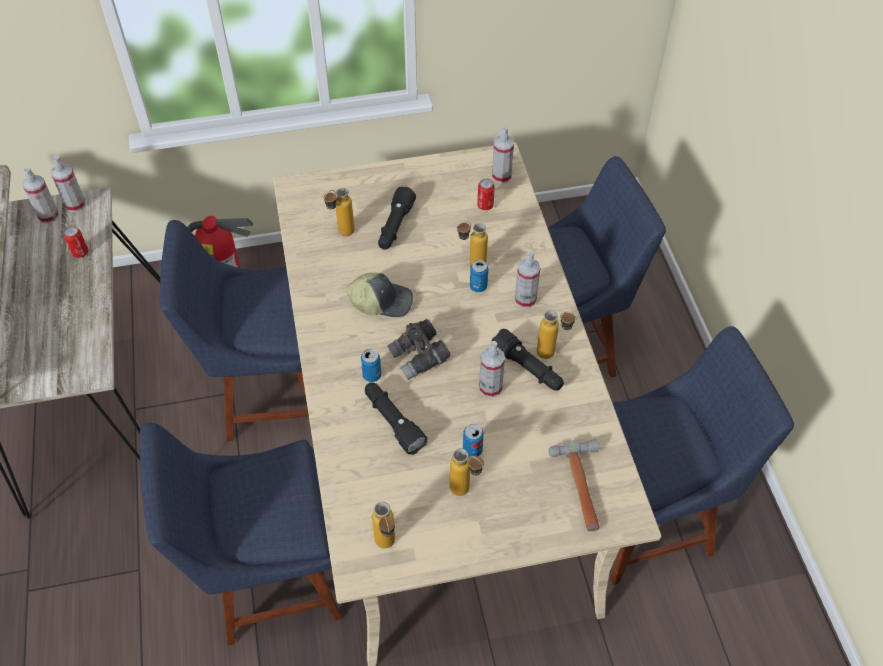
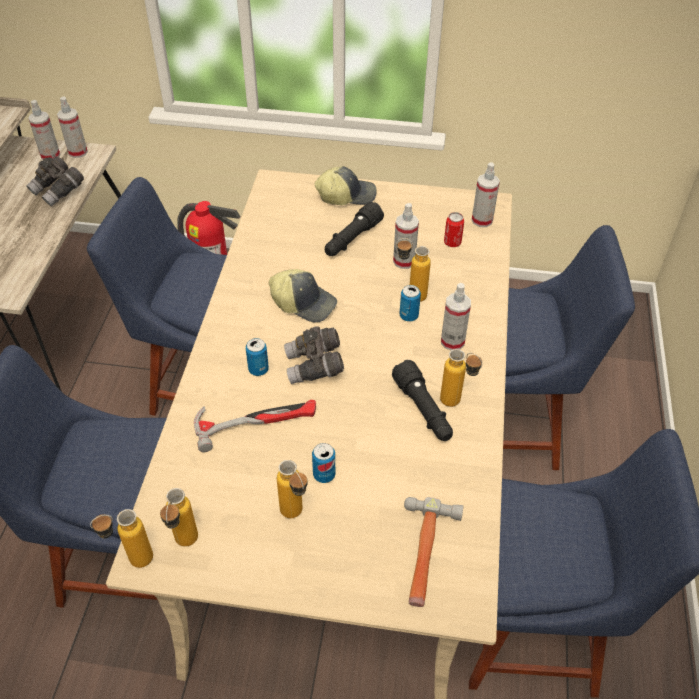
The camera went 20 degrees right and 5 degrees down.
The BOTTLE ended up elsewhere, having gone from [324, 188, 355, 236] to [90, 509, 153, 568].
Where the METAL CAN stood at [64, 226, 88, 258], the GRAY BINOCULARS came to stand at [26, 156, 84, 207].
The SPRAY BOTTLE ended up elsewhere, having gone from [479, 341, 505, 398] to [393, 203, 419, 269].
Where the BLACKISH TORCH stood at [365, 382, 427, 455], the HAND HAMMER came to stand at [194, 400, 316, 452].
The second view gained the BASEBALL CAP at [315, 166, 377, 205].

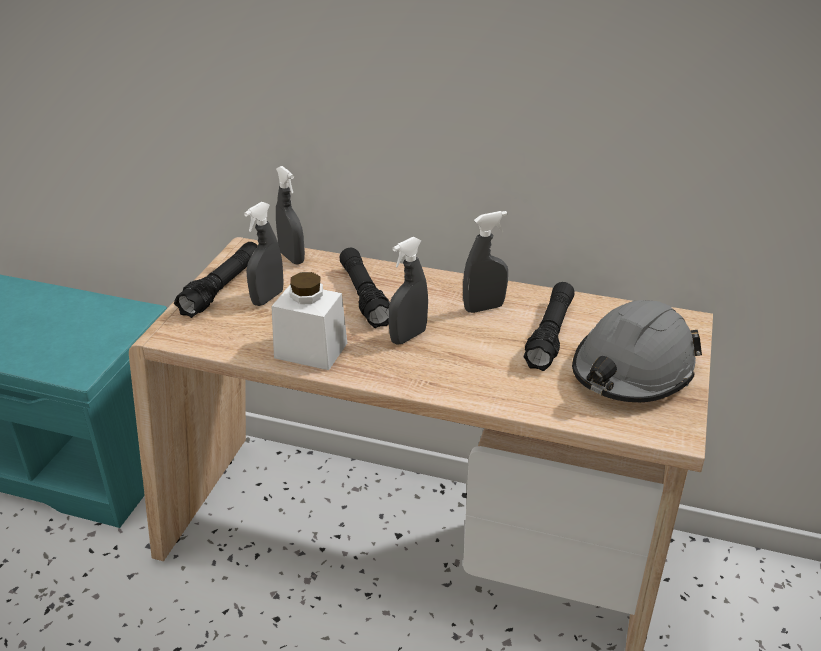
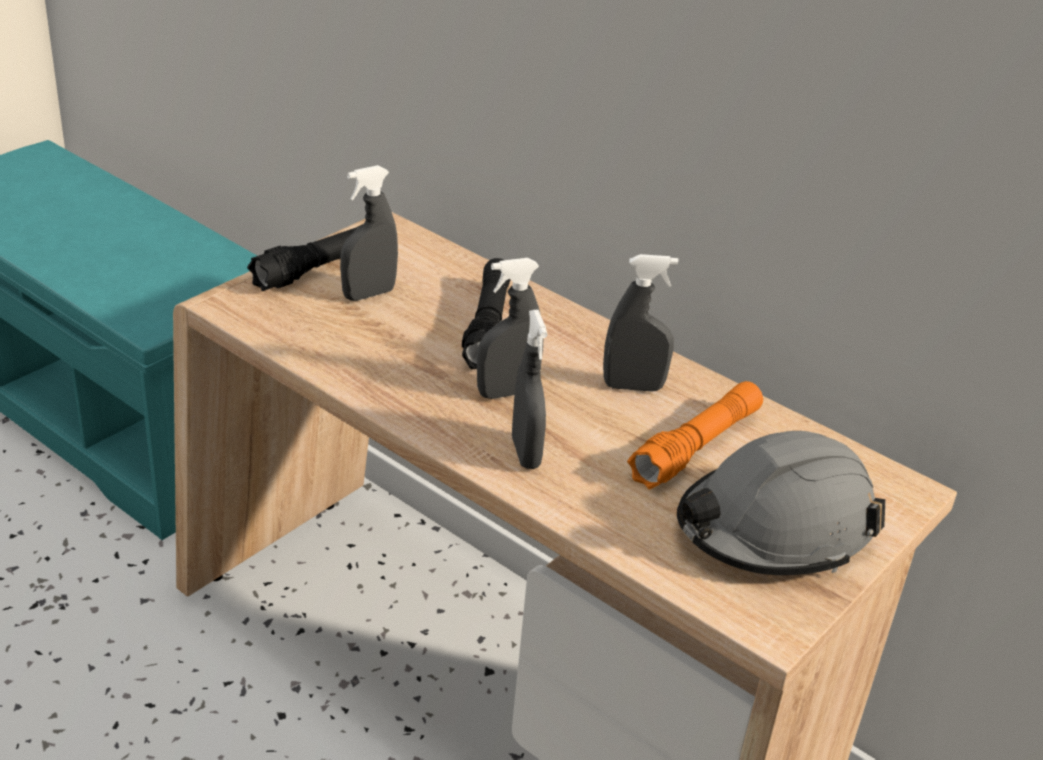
The camera went 20 degrees right and 0 degrees up.
The GRAY SPRAY BOTTLE ended up elsewhere, having gone from [276, 166, 305, 265] to [512, 310, 547, 469].
The second view lost the WHITISH PRESERVE JAR at [271, 272, 347, 370].
What was the BLACKISH TORCH at [524, 282, 575, 371] turned into the ORANGE-COLOURED TORCH at [627, 381, 763, 489].

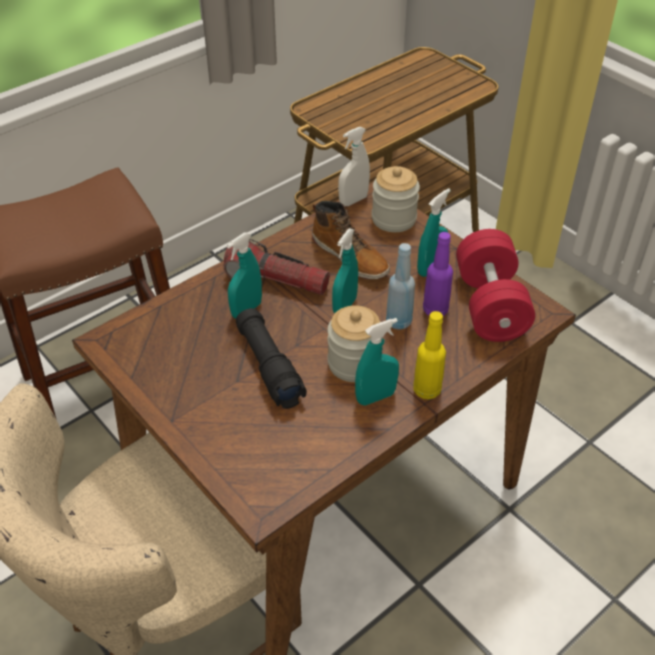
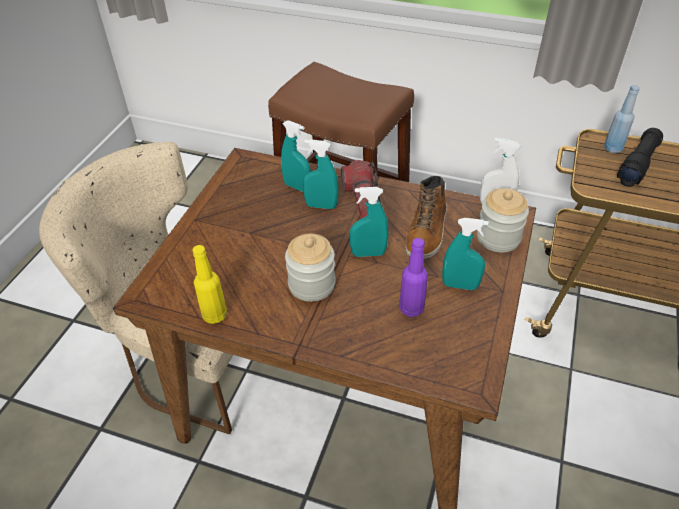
The camera went 60 degrees right and 0 degrees up.
The second view lost the RED-COLOURED FREE WEIGHT at [456, 229, 535, 342].
The BLUE-COLOURED BOTTLE ended up elsewhere, having gone from [386, 243, 415, 330] to [604, 85, 640, 153].
The BLACKISH TORCH ended up elsewhere, having gone from [236, 308, 307, 409] to [617, 128, 663, 187].
The YELLOW BOTTLE ended up elsewhere, having gone from [413, 311, 446, 400] to [193, 245, 227, 324].
The BLUE-GREEN SPRAY BOTTLE ended up elsewhere, having gone from [355, 318, 399, 405] to [281, 120, 311, 192].

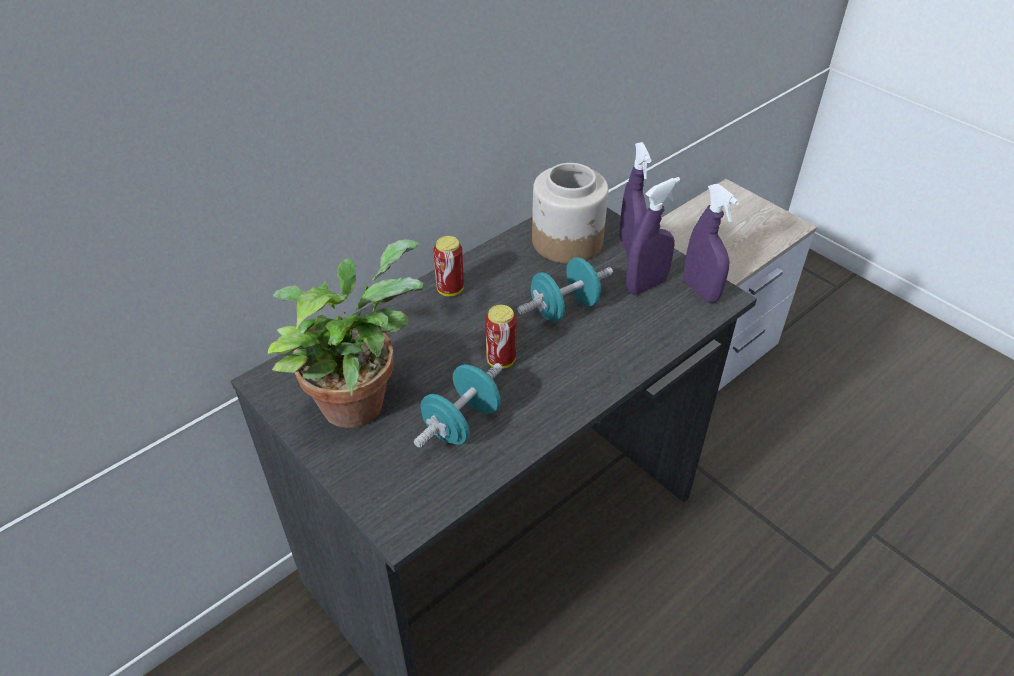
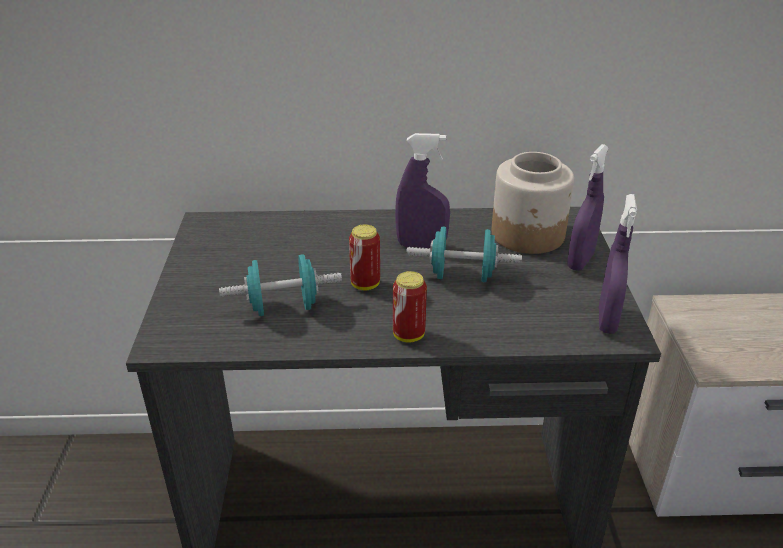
The camera went 40 degrees right and 10 degrees down.
The PURPLISH SPRAY BOTTLE ended up elsewhere, having gone from [626, 177, 680, 294] to [395, 133, 450, 248].
The METAL CAN ended up elsewhere, having gone from [433, 236, 464, 296] to [393, 271, 427, 343].
The second view lost the HOUSEPLANT at [268, 239, 423, 428].

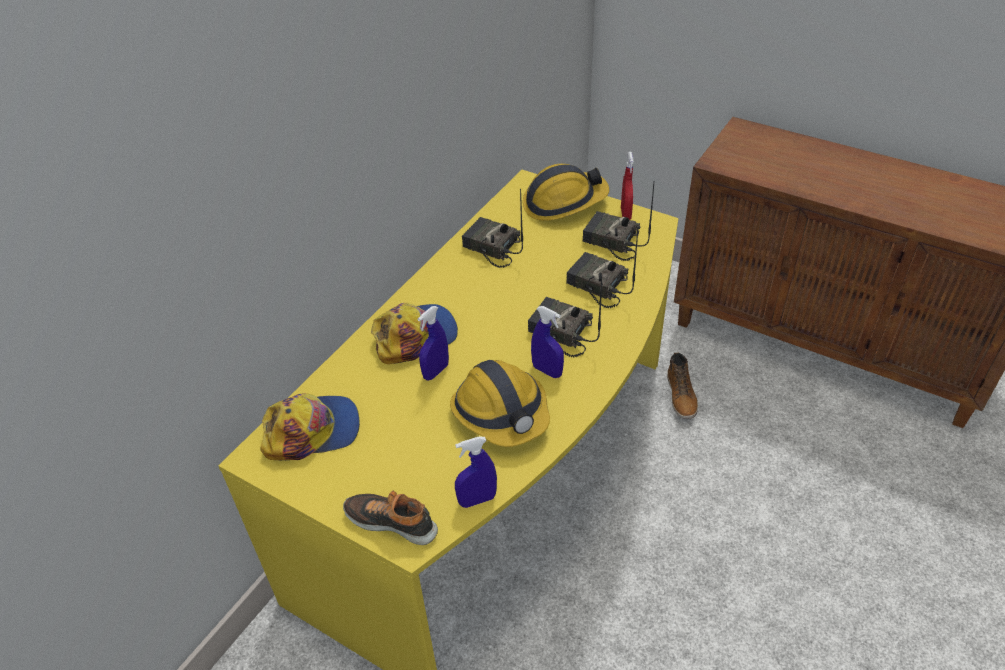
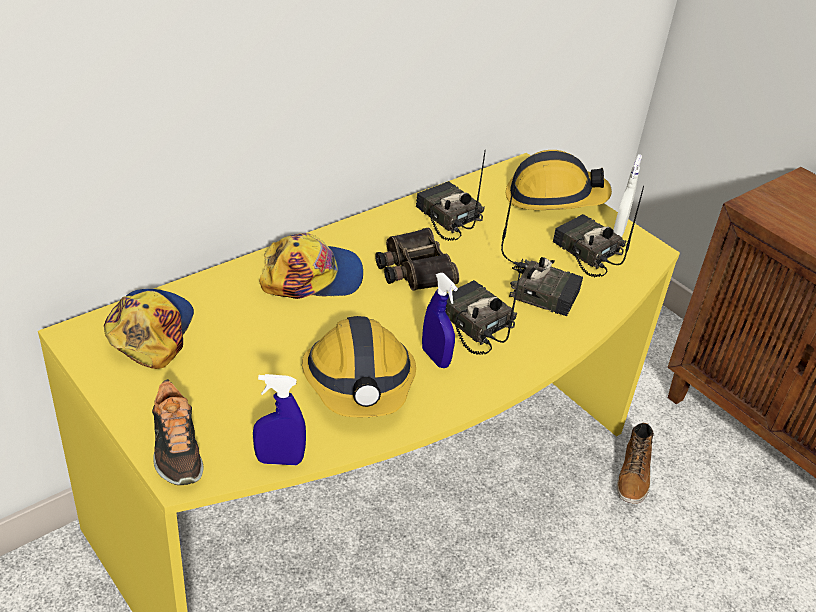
The camera went 15 degrees right and 5 degrees down.
What was the RED-COLOURED SPRAY BOTTLE at [621, 152, 634, 220] turned into the WHITISH SPRAY BOTTLE at [613, 154, 642, 237].
The RADIO at [566, 228, 638, 308] ended up facing another way, 150 degrees clockwise from before.
The second view lost the BLUE-COLOURED SPRAY BOTTLE at [418, 306, 449, 381].
The BASEBALL CAP at [260, 393, 360, 460] ended up facing another way, 90 degrees counterclockwise from before.
The LOW SHOE at [343, 491, 438, 545] ended up facing another way, 150 degrees counterclockwise from before.
The second view gained the BINOCULARS at [375, 227, 459, 291].

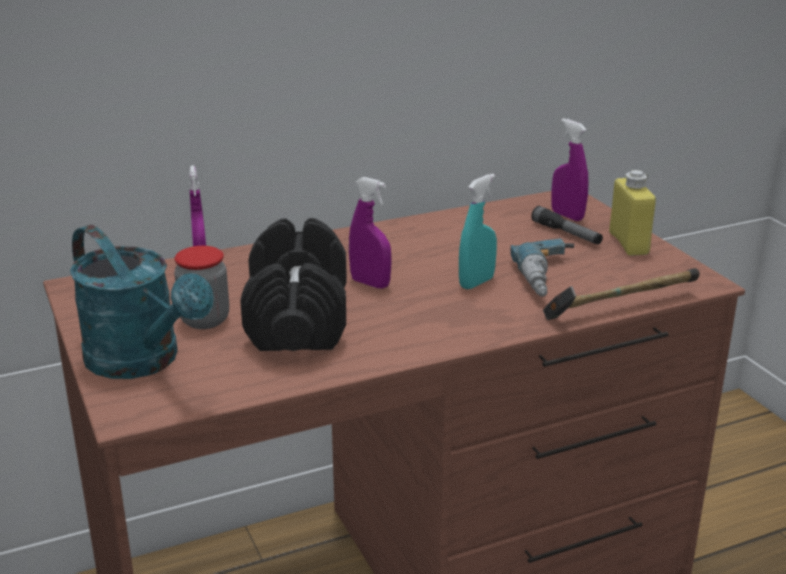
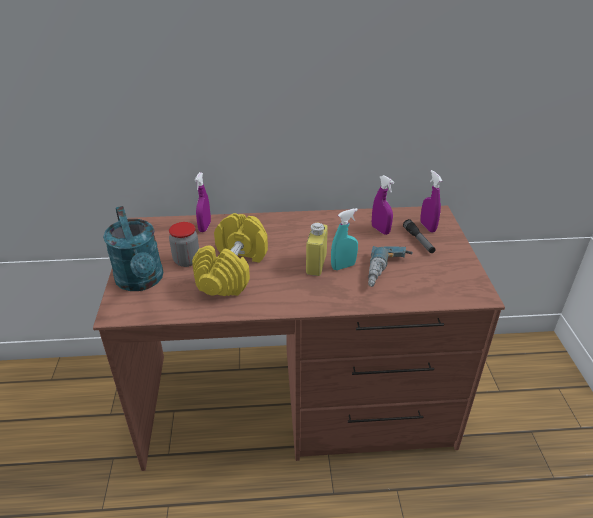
The camera went 20 degrees right and 10 degrees up.
The YELLOW BOTTLE ended up elsewhere, having gone from [609, 170, 656, 256] to [306, 223, 328, 276].
The PURPLISH SPRAY BOTTLE ended up elsewhere, having gone from [349, 177, 392, 289] to [372, 175, 394, 235].
What was the BLACKISH FREE WEIGHT at [240, 218, 347, 351] turned into the YELLOW FREE WEIGHT at [192, 213, 268, 296].
The second view lost the HAND HAMMER at [543, 268, 700, 320].

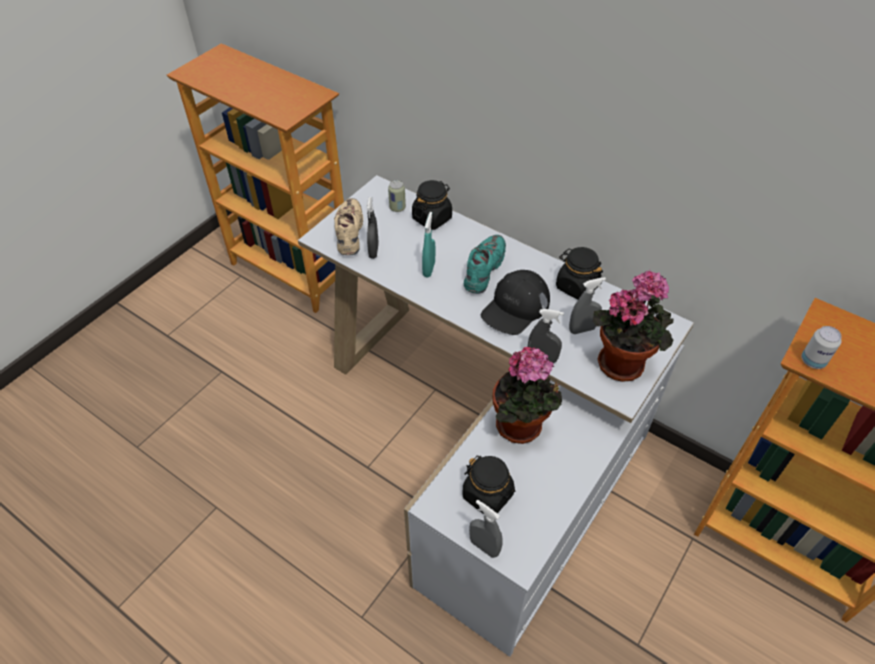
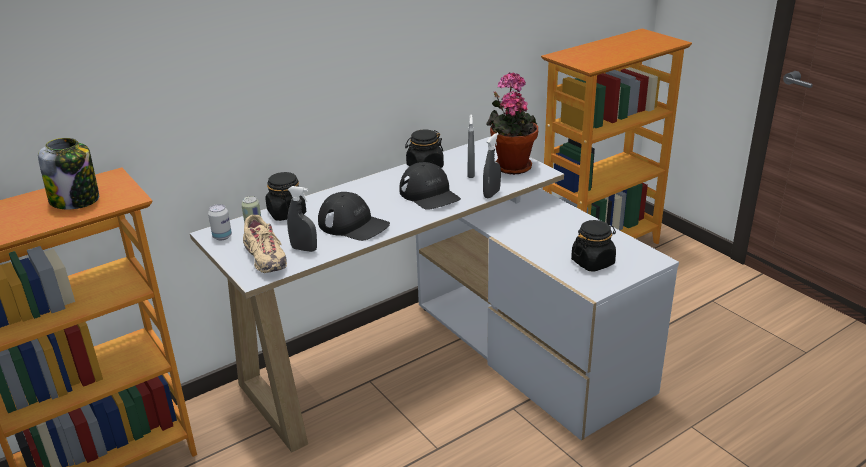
The camera went 70 degrees left and 20 degrees down.
The BEIGE-COLOURED LOW SHOE at [334, 198, 363, 255] ended up facing another way, 135 degrees counterclockwise from before.
Where the BLUE-GREEN SPRAY BOTTLE stood at [422, 212, 435, 277], the BLACKISH BASEBALL CAP came to stand at [318, 192, 390, 241].
The second view lost the BLUE-GREEN LOW SHOE at [464, 235, 506, 294].
The METAL CAN ended up elsewhere, having gone from [801, 326, 842, 369] to [208, 204, 232, 240].
The second view lost the HOUSEPLANT at [492, 347, 562, 444].
The second view lost the GRAY SPRAY BOTTLE at [469, 500, 503, 558].
The second view gained the PRESERVE JAR at [38, 138, 99, 209].

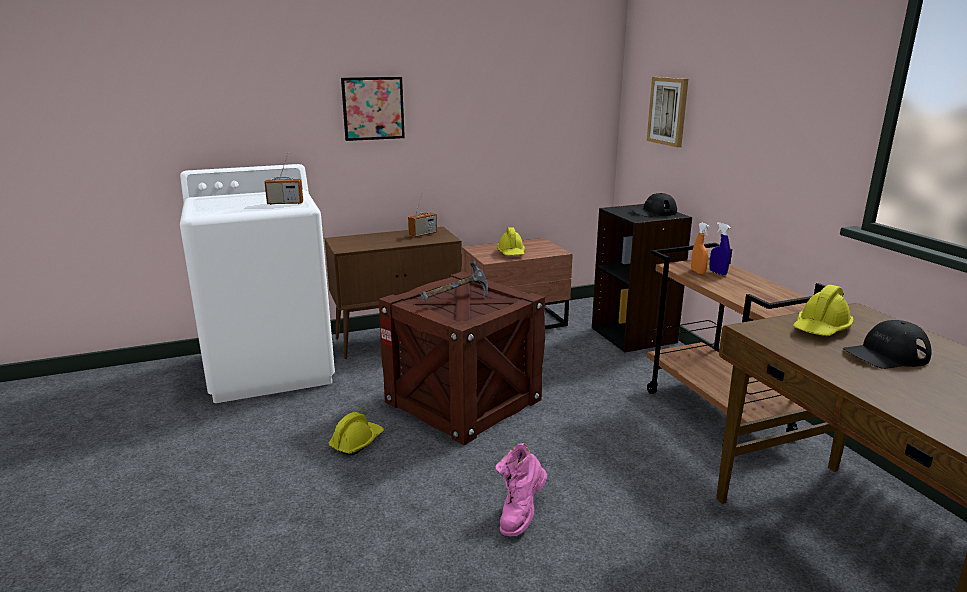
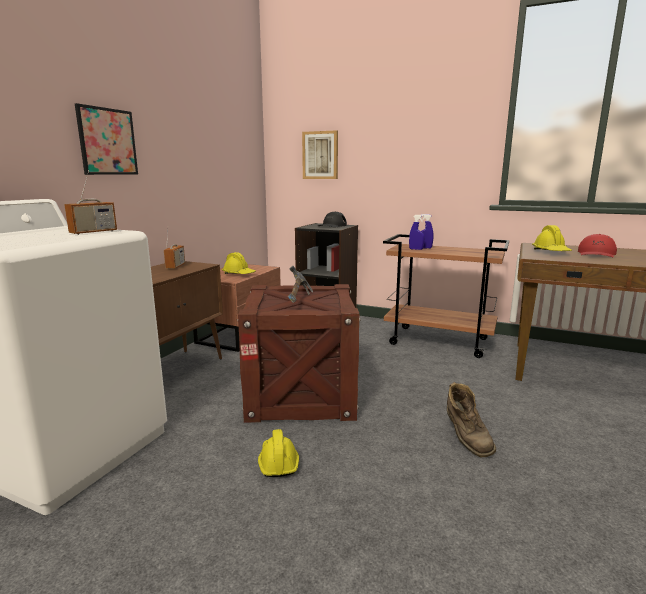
The camera went 45 degrees left and 5 degrees down.
What was the ORANGE-COLOURED SPRAY BOTTLE at [691, 222, 710, 274] turned into the BLUE-COLOURED SPRAY BOTTLE at [409, 215, 424, 250].
What was the BLACKISH BASEBALL CAP at [842, 320, 932, 369] turned into the RED-COLOURED BASEBALL CAP at [578, 234, 617, 258].
What was the PINK BOOT at [495, 443, 547, 536] turned into the BROWN-COLOURED BOOT at [447, 382, 496, 457].

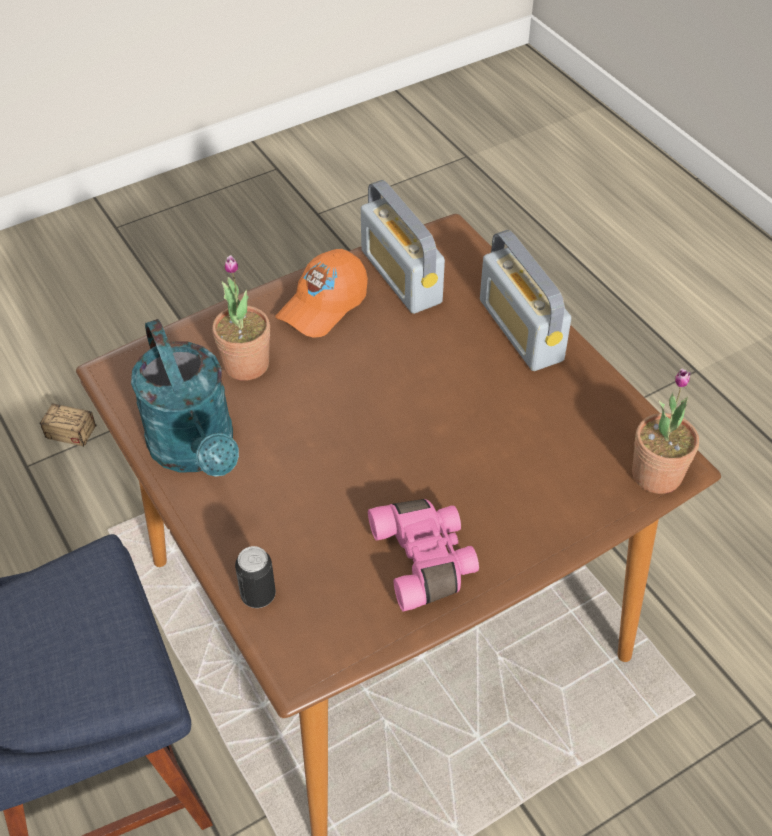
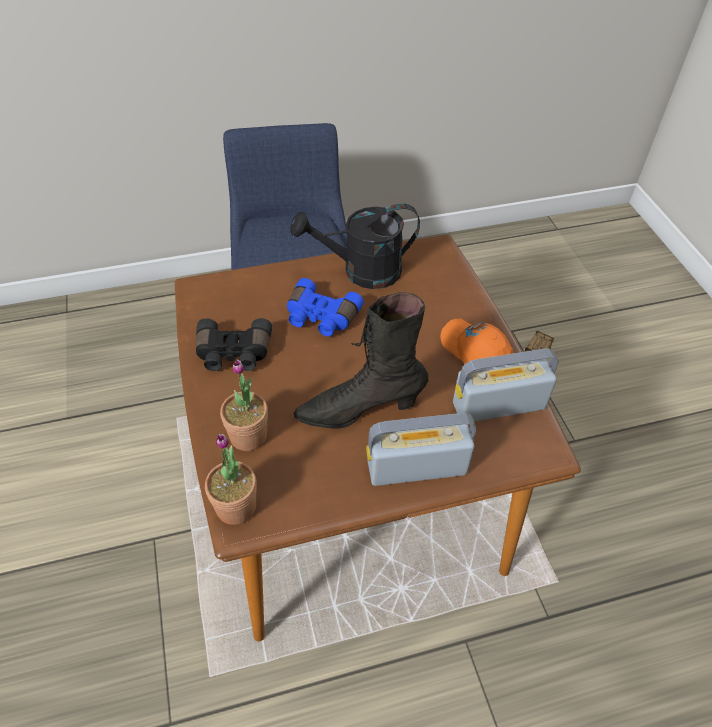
The camera went 105 degrees right and 0 degrees up.
The HOUSEPLANT ended up elsewhere, having gone from [212, 255, 270, 381] to [220, 359, 268, 451].
What was the BLUE-GREEN SPRINKLING CAN at [131, 319, 239, 477] turned into the BLACKISH SPRINKLING CAN at [290, 204, 420, 289].
What was the PINK BINOCULARS at [368, 499, 479, 611] turned into the BLACKISH BINOCULARS at [196, 318, 272, 371].
The second view lost the METAL CAN at [235, 546, 276, 608].
The second view gained the BLUE-COLOURED BINOCULARS at [287, 278, 364, 336].
The second view gained the BLACKISH BOOT at [293, 292, 428, 429].

